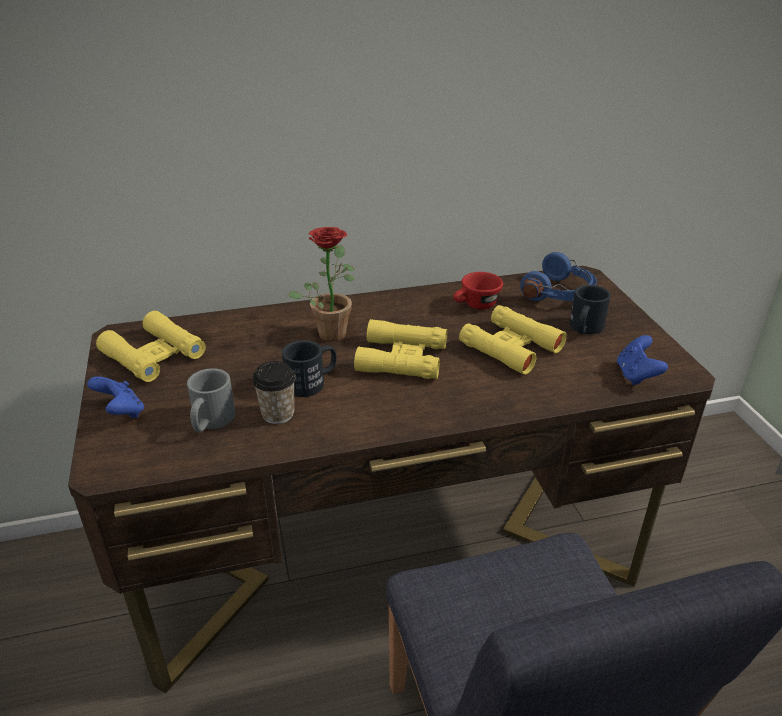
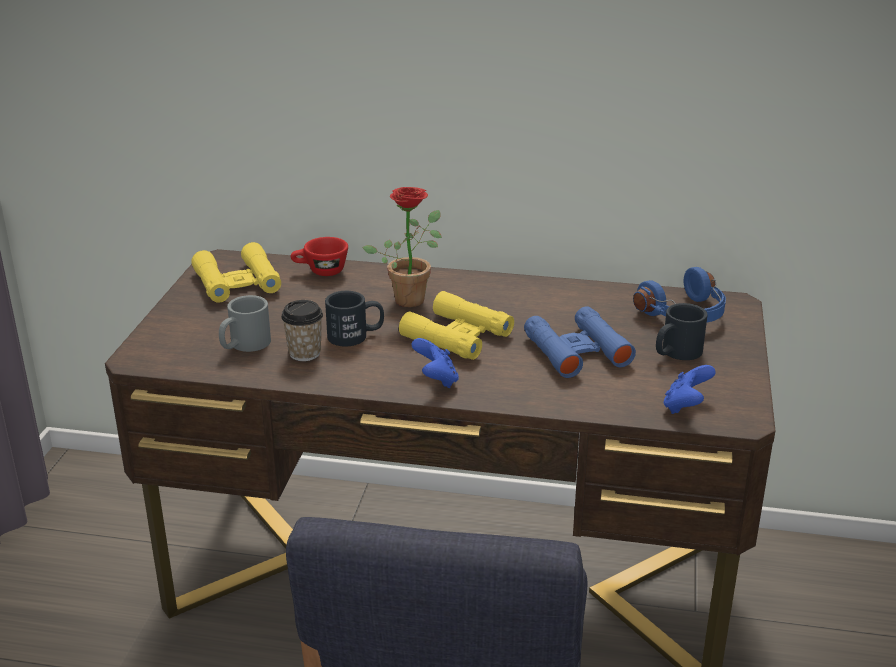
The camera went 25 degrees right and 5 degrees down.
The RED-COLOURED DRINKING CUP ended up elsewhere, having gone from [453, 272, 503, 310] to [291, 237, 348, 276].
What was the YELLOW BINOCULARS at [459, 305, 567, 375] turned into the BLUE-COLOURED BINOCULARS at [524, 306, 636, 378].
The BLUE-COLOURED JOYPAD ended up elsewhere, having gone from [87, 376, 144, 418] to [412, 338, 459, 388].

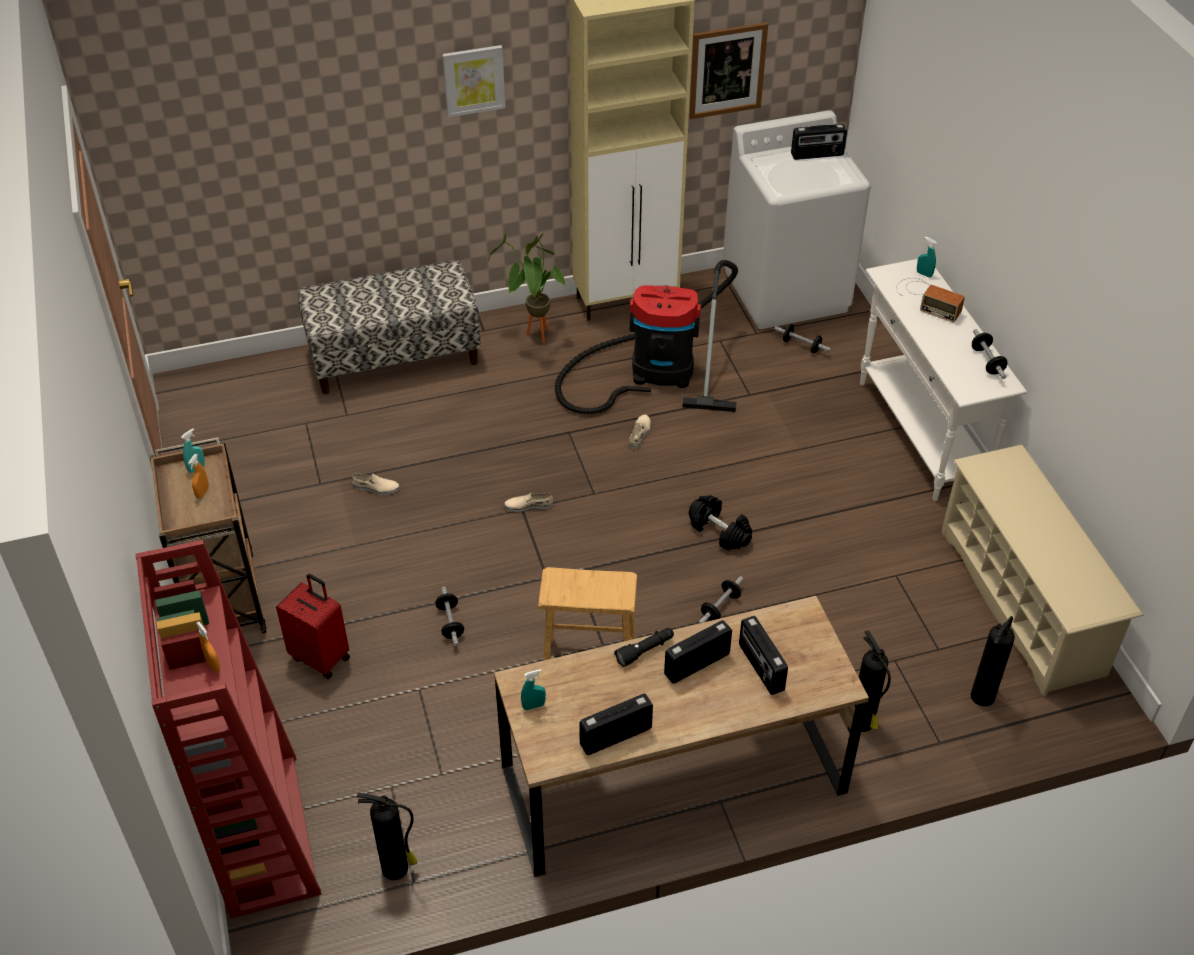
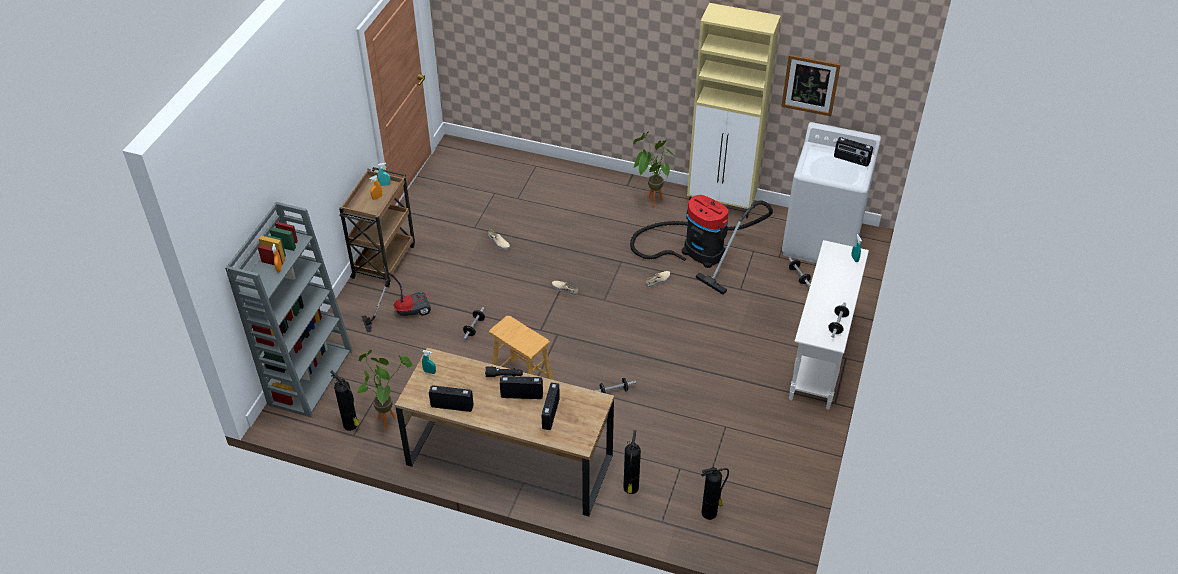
The camera went 35 degrees right and 0 degrees up.
The second view lost the WALL PICTURE at [442, 45, 506, 117].
The second view lost the LONG SEAT at [298, 260, 481, 394].
The second view lost the RADIO at [896, 278, 965, 322].
The second view lost the BEIGE-COLOURED SHOE RACK at [941, 444, 1144, 696].
The second view lost the BLACKISH FREE WEIGHT at [689, 495, 752, 551].
What was the RED-COLOURED SHELVING UNIT at [136, 540, 322, 919] turned into the GRAY SHELVING UNIT at [225, 202, 353, 417].
Where the RED-COLOURED SUITCASE stood at [276, 574, 350, 679], the HOOVER came to stand at [361, 265, 431, 333].
The second view gained the HOUSEPLANT at [356, 350, 413, 430].

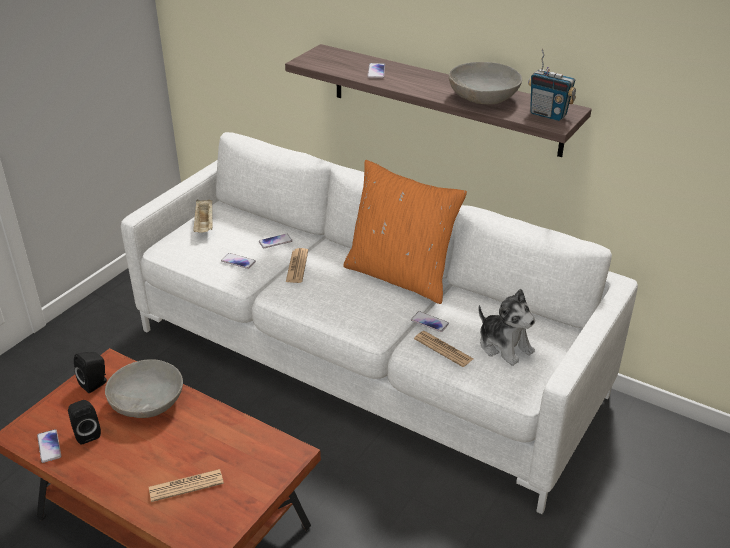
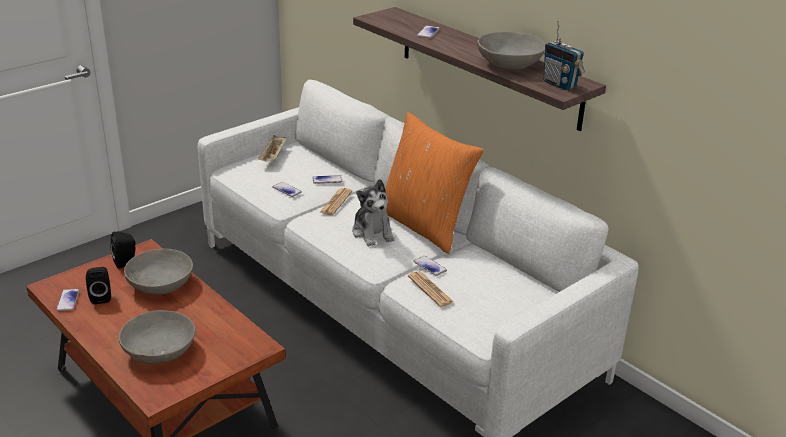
The camera went 15 degrees right and 5 degrees down.
The CUDDLY TOY ended up elsewhere, having gone from [478, 289, 535, 366] to [352, 179, 395, 246].
Where the PRINTED PAPER stood at [149, 469, 224, 502], the GRAY DEEP DISH came to stand at [119, 310, 196, 364].

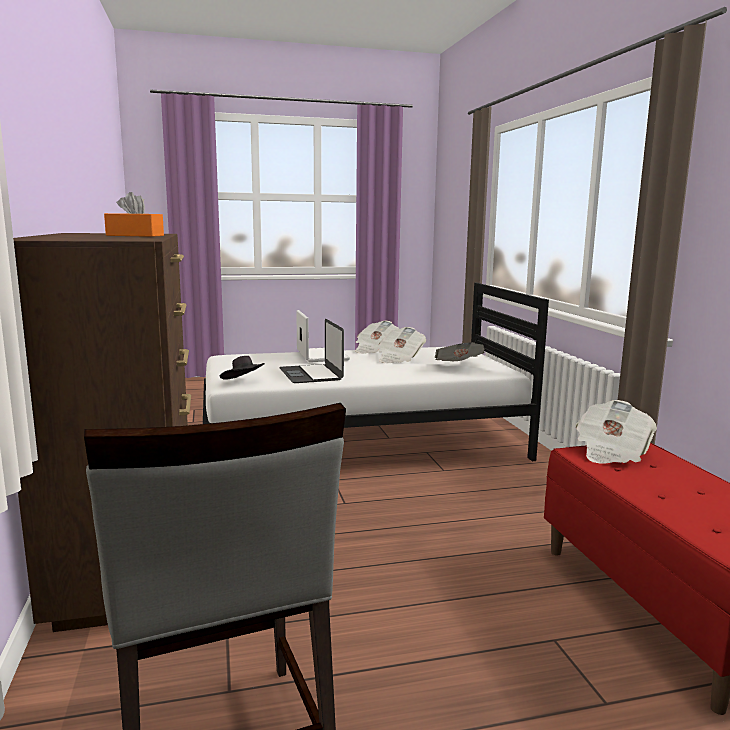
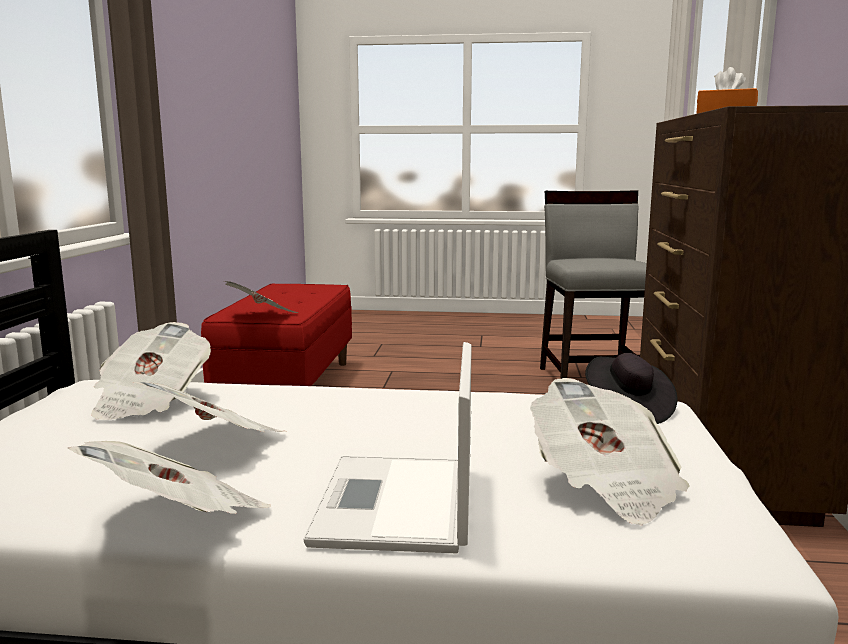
The camera went 160 degrees left and 0 degrees up.
The second view lost the NOTEBOOK COMPUTER at [279, 318, 344, 383].
The second view gained the PRINTED PAPER at [530, 378, 690, 525].

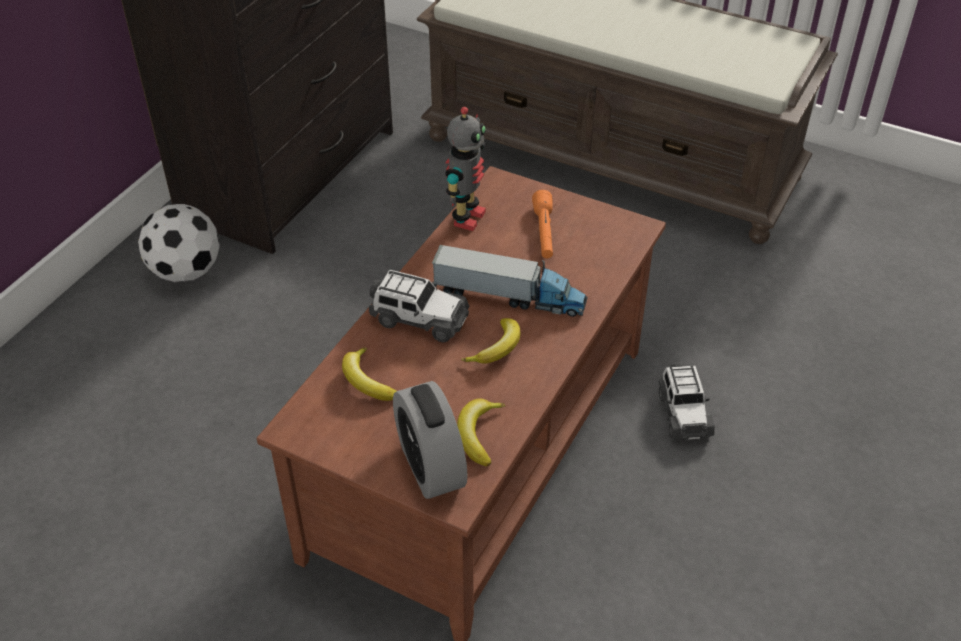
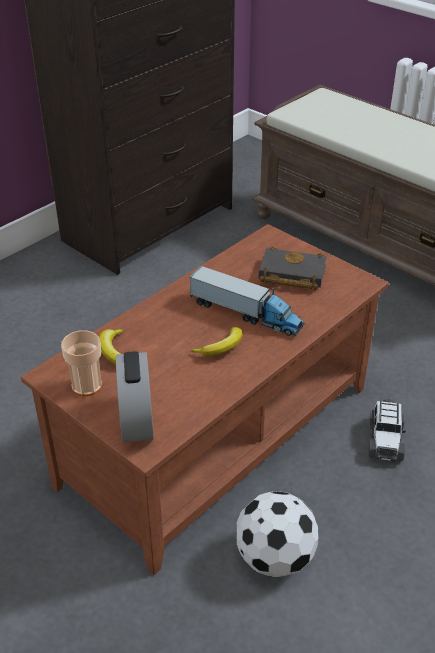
The camera went 15 degrees right and 5 degrees down.
The second view lost the TOY ROBOT at [446, 107, 486, 231].
Where the ORANGE-COLOURED TORCH stood at [532, 190, 553, 258], the BLACKISH BOOK came to stand at [258, 247, 327, 290].
The BALL FOR FOOTBALL ended up elsewhere, having gone from [138, 204, 219, 282] to [236, 491, 319, 578].
The second view lost the MODEL CAR at [369, 270, 470, 342].
The second view lost the BANANA FRUIT at [457, 399, 505, 466].
The second view gained the DRINKING CUP at [61, 330, 102, 396].

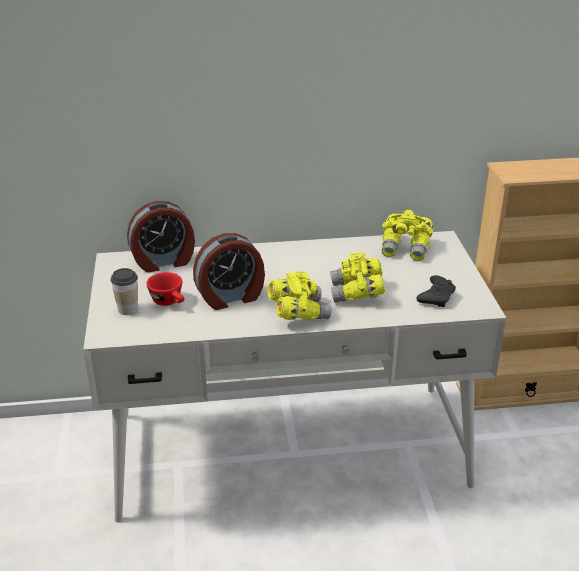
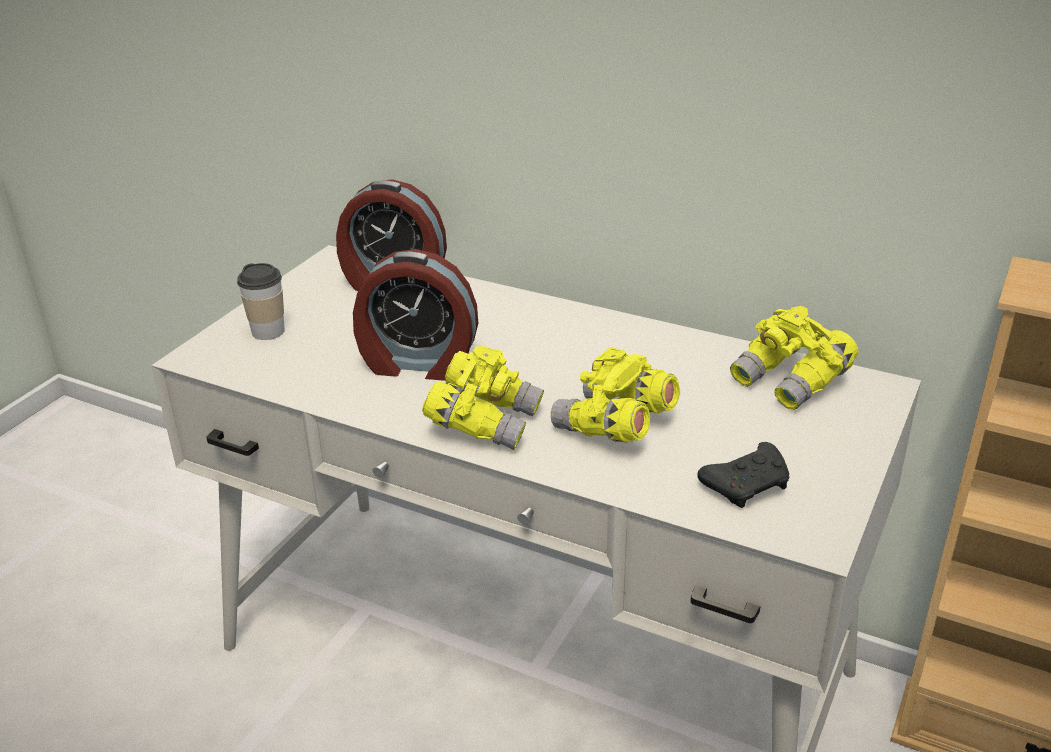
The camera went 35 degrees right and 0 degrees up.
The second view lost the RED-COLOURED DRINKING CUP at [146, 272, 184, 306].

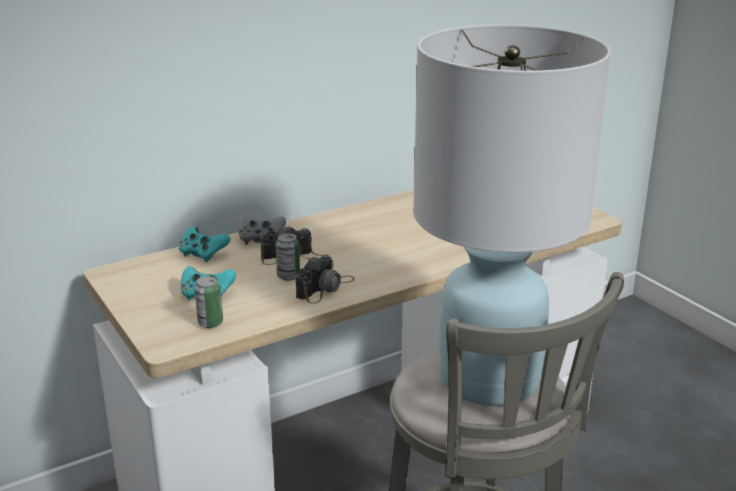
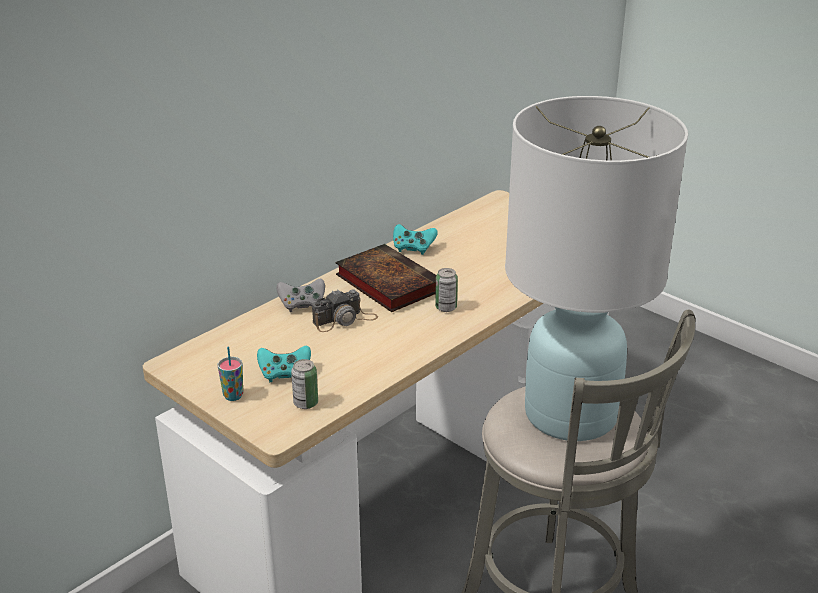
The camera went 15 degrees left and 5 degrees up.
The BLUE-GREEN JOYPAD ended up elsewhere, having gone from [179, 226, 231, 262] to [393, 224, 438, 255].
The METAL CAN ended up elsewhere, having gone from [275, 233, 300, 281] to [435, 268, 458, 312].
The second view lost the STILL CAMERA at [296, 254, 355, 304].
The second view gained the BOOK at [335, 244, 436, 312].
The second view gained the DRINKING CUP at [218, 347, 243, 401].

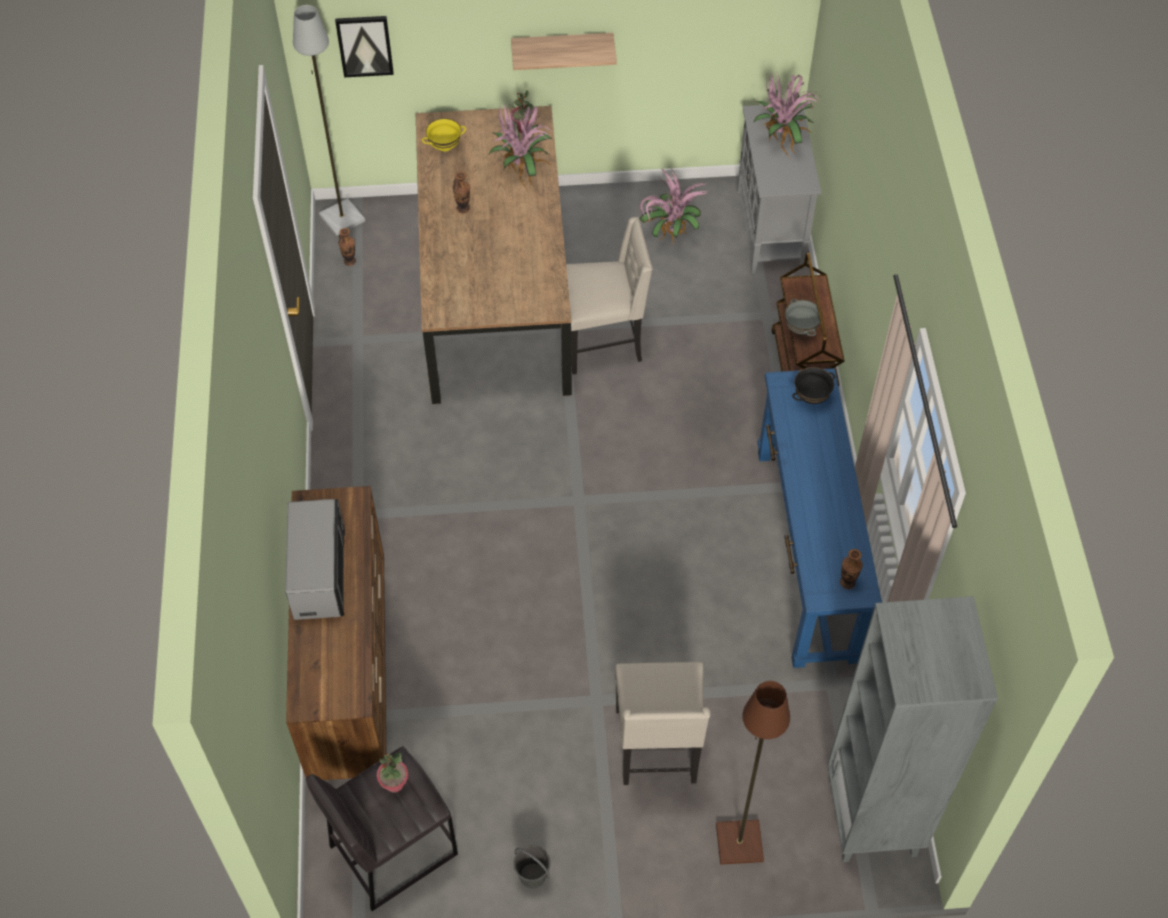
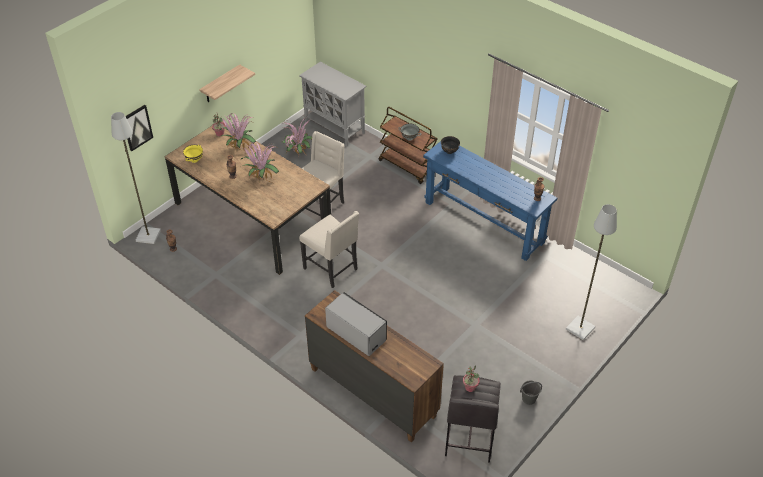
The camera went 45 degrees left and 10 degrees down.
The HOUSEPLANT ended up elsewhere, having gone from [753, 72, 820, 158] to [241, 142, 279, 184].
The second view lost the GRAY SHELVING UNIT at [827, 596, 998, 862].
The BEIGE-COLOURED CHAIR ended up elsewhere, having gone from [615, 662, 710, 785] to [299, 211, 359, 288].
What was the BROWN-COLOURED STANDARD LAMP at [716, 681, 790, 865] turned into the GRAY STANDARD LAMP at [566, 204, 617, 340].

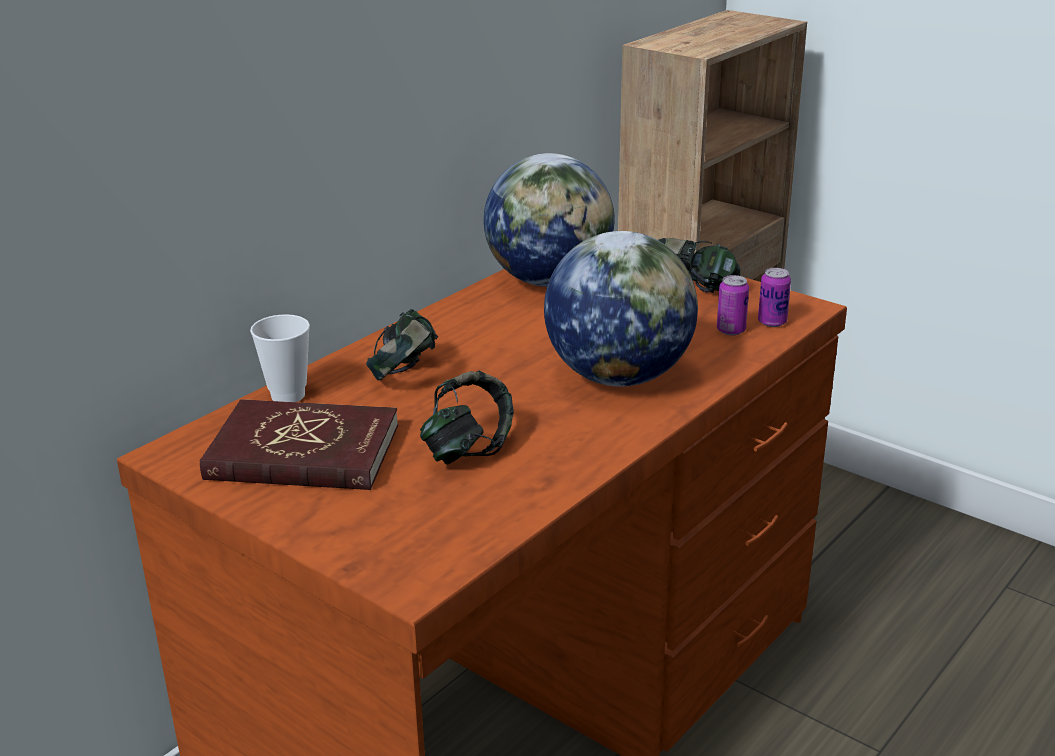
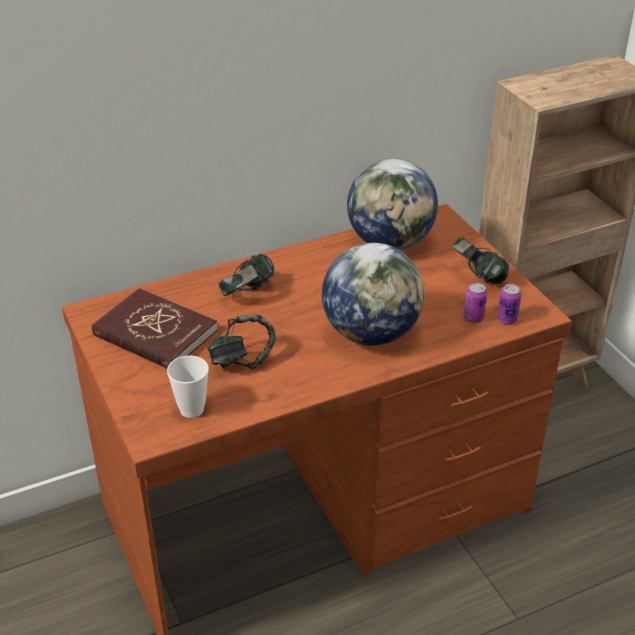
The camera went 25 degrees right and 10 degrees up.
The DRINKING CUP ended up elsewhere, having gone from [250, 314, 310, 402] to [167, 356, 209, 418].

